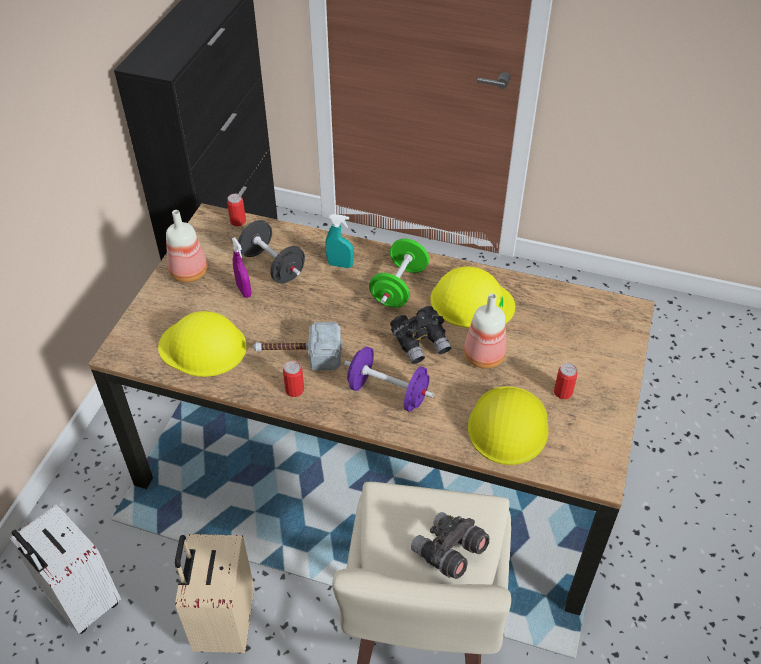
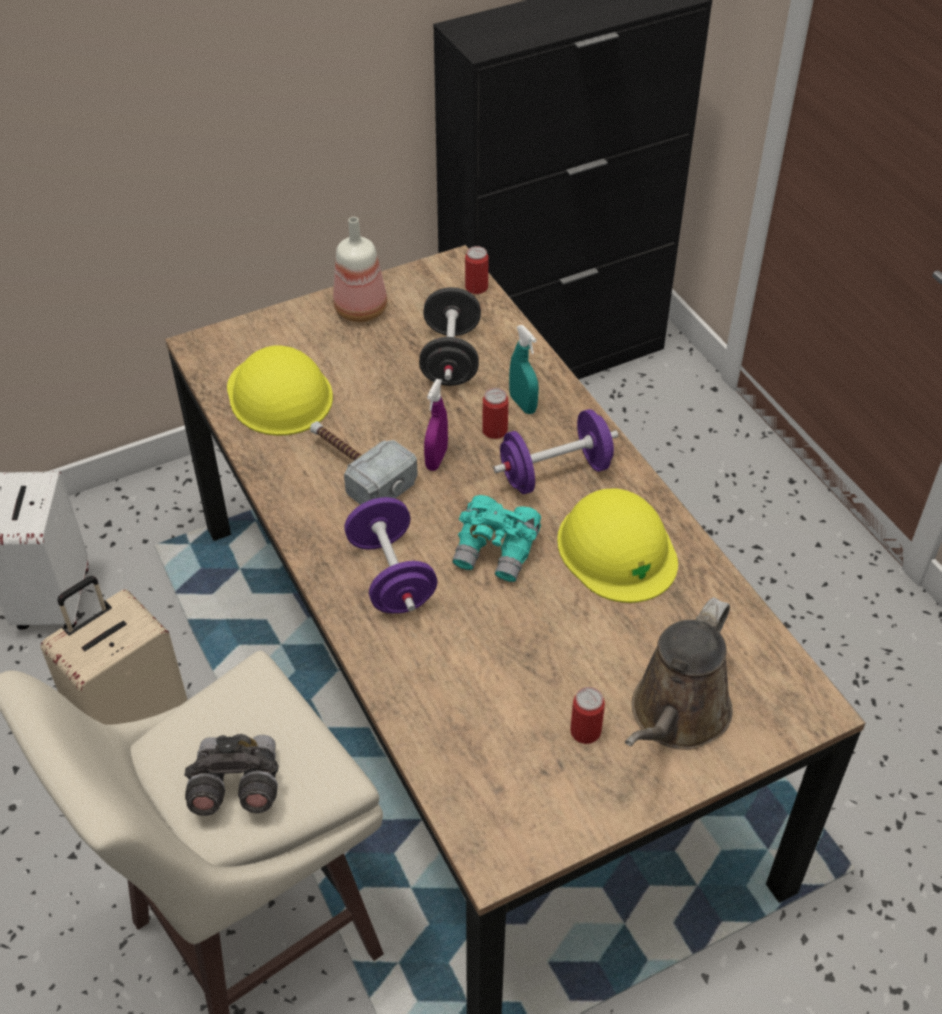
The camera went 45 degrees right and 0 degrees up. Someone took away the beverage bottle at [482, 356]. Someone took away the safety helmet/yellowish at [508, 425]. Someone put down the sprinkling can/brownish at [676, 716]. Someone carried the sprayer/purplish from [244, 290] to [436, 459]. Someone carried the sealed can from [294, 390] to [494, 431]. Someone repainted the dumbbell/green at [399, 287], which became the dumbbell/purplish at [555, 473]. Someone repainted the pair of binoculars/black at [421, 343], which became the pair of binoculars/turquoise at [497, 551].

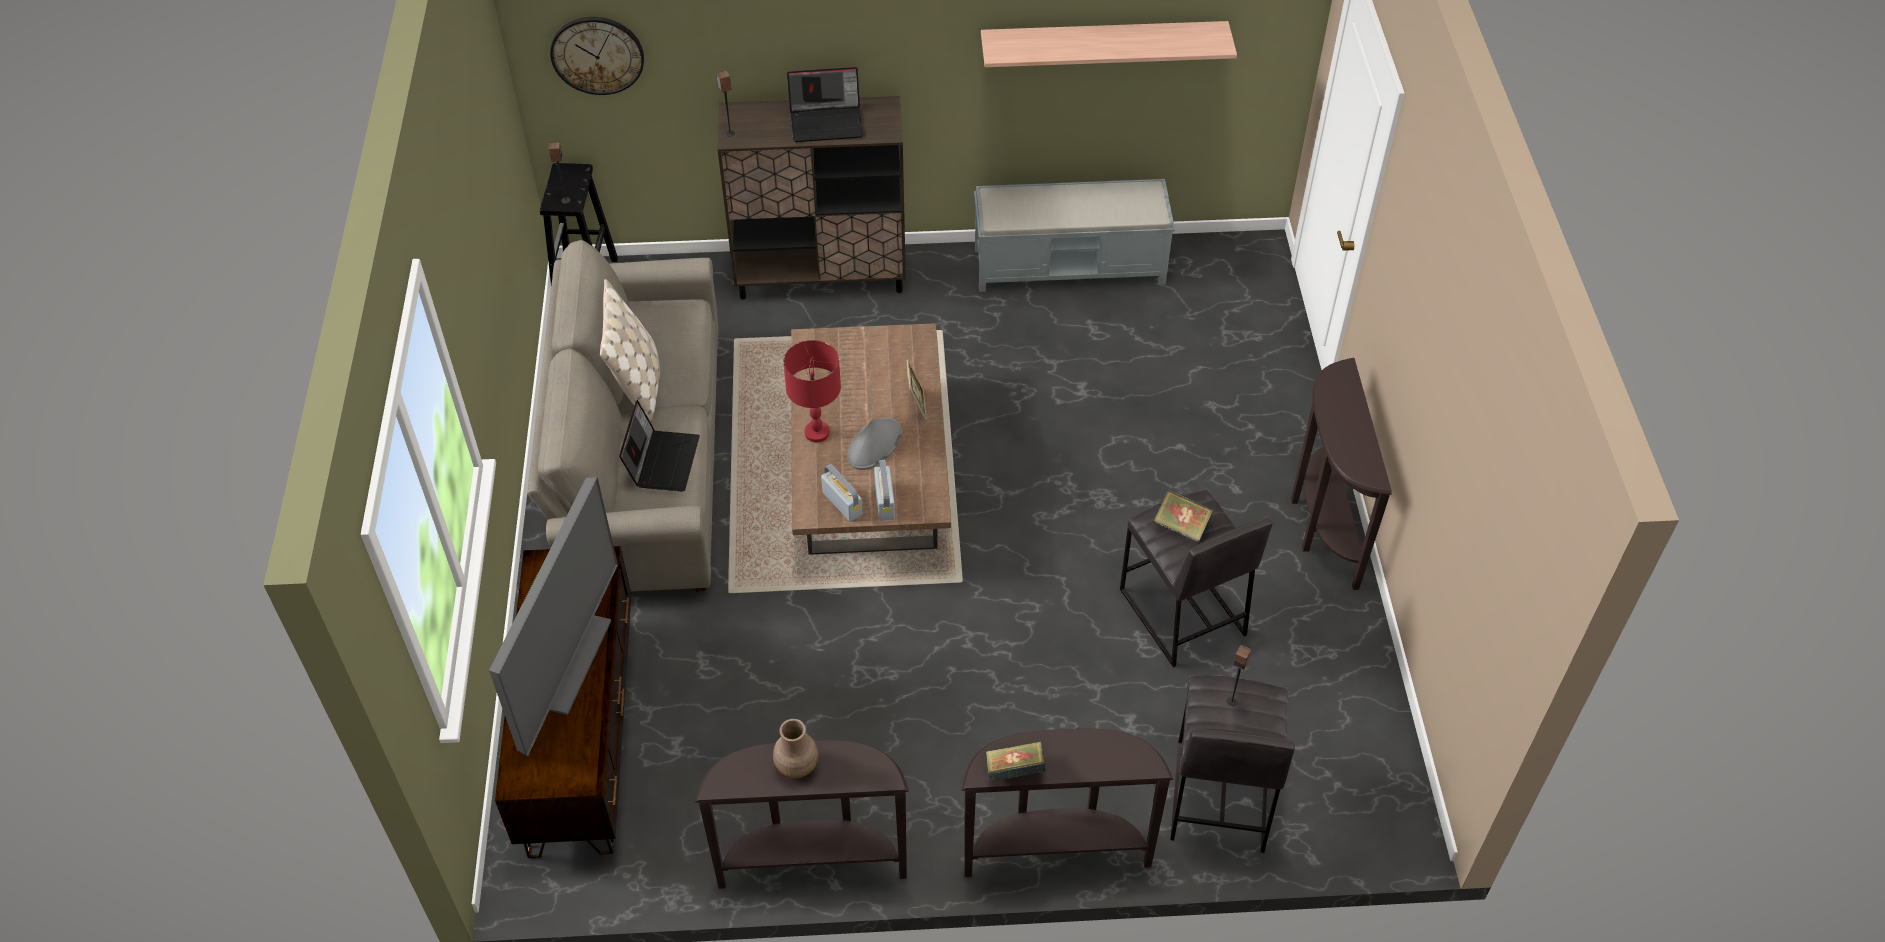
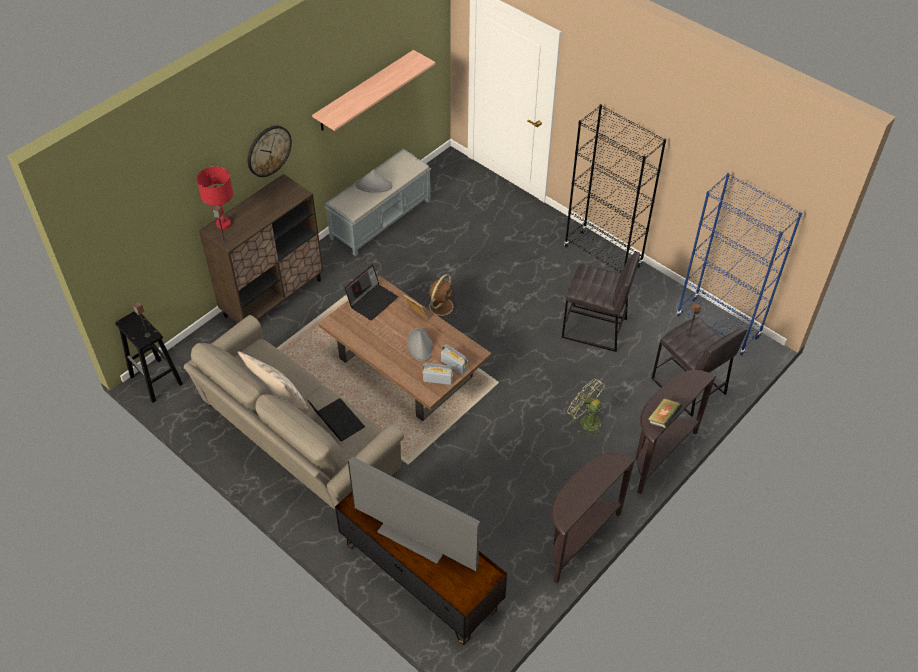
The camera went 45 degrees left and 0 degrees up. Someone took away the decorative vase/brownish at [796, 766]. Someone took away the book at [1181, 526]. Someone put down the wearable hat/greyish at [374, 185]. Someone put down the fan/brownish at [441, 305]. Someone put down the fan/green at [586, 421]. Someone put down the bookshelf/blue-coloured at [718, 326]. Someone carried the wall clock from [597, 55] to [268, 150]. Someone carried the lamp for a table/red-coloured from [817, 432] to [223, 224]. Someone carried the laptop from [827, 122] to [372, 301]. Someone swapped the narrow table/brownish at [1321, 525] for the bookshelf/black at [603, 256]. Someone rotated the television at [564, 659] by 150 degrees clockwise.

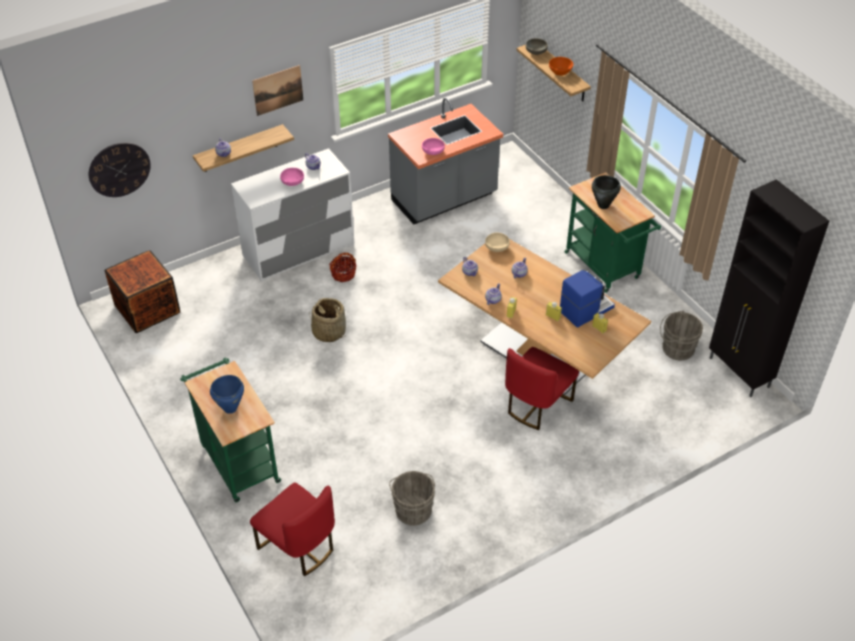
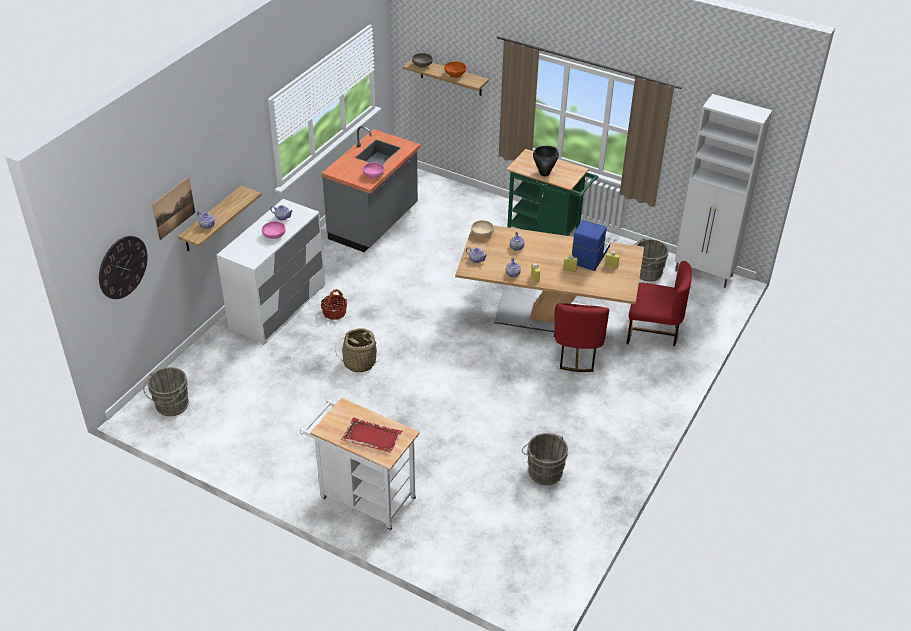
The camera went 30 degrees left and 5 degrees down. Someone carried the upright chair/red-coloured from [298, 547] to [652, 332]. Someone carried the picture from [278, 90] to [173, 208]. Someone swapped the packing crate at [147, 308] for the water bucket/greyish at [171, 406]. Someone swapped the cooking pot/blue-coloured at [230, 408] for the carrying tray/red-coloured at [371, 436]. Someone repainted the cart/green at [237, 460], which became the cart/whitish at [363, 497]. Someone repainted the storage cabinet/black at [739, 373], which became the storage cabinet/whitish at [704, 274].

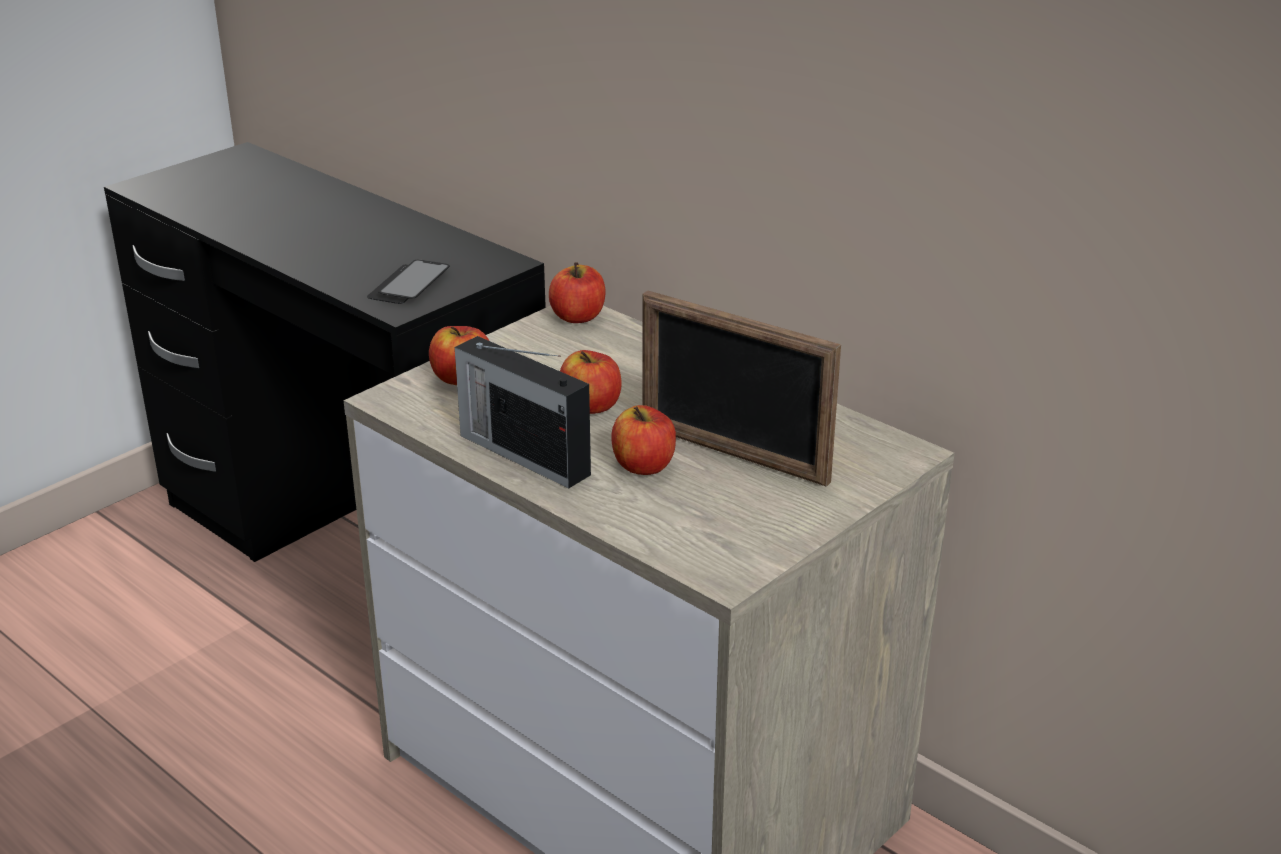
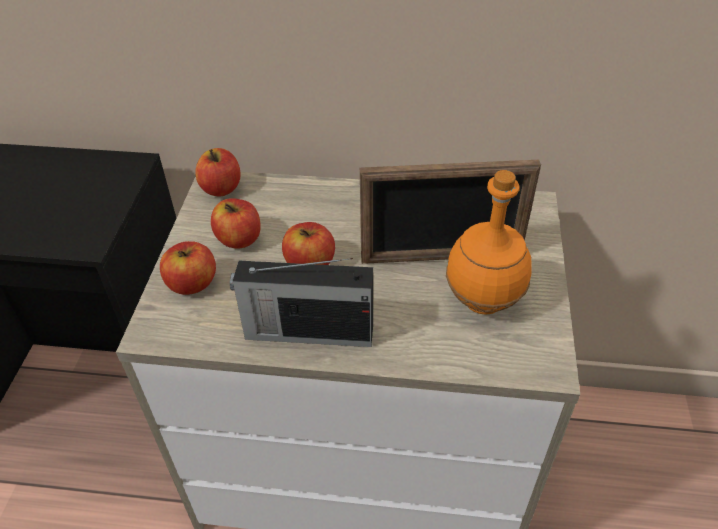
The camera went 35 degrees left and 15 degrees up. Someone took away the handset at [409, 285]. Someone put down the beverage bottle/orange-coloured at [481, 301]. Someone carried the whole apple from [643, 466] to [239, 239].

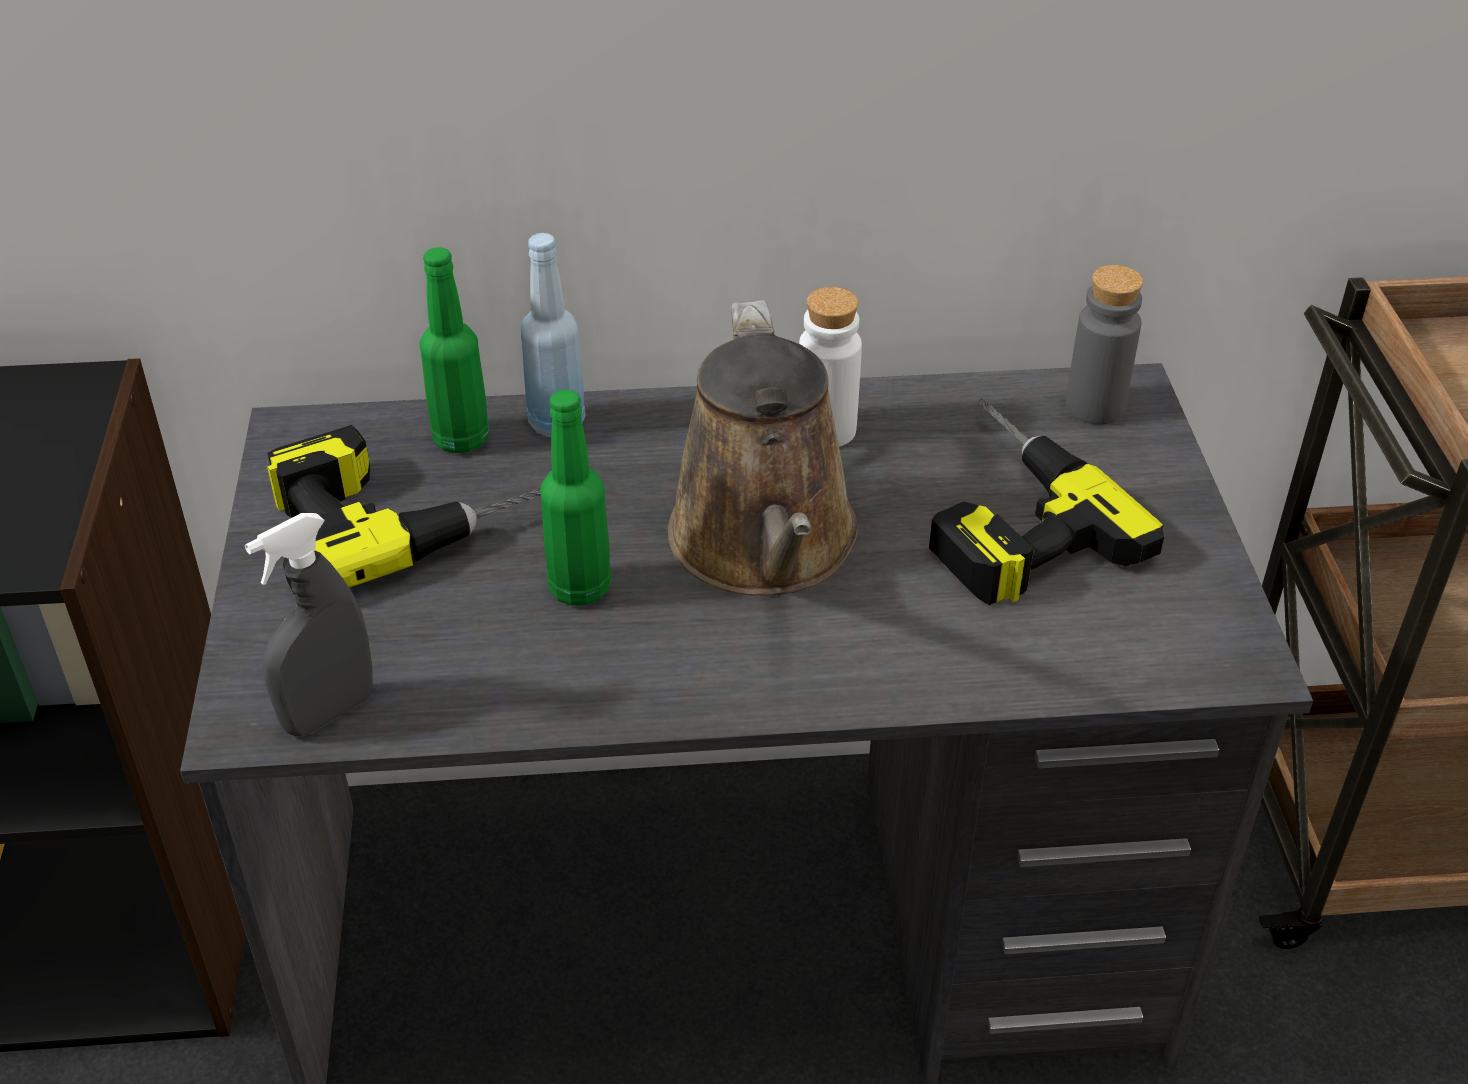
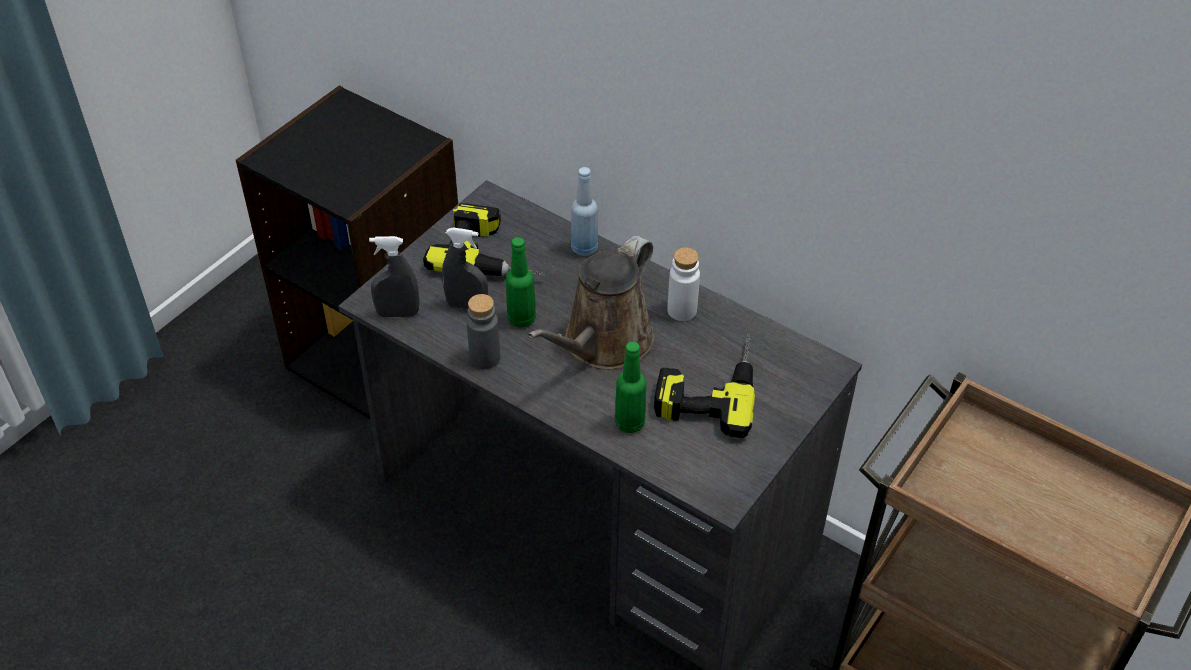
The camera went 40 degrees right and 5 degrees up. Someone put down the sprayer/greyish at [467, 306]. Someone carried the beverage bottle/green from [461, 438] to [629, 423]. Someone carried the beverage bottle/greyish from [1094, 407] to [485, 358].

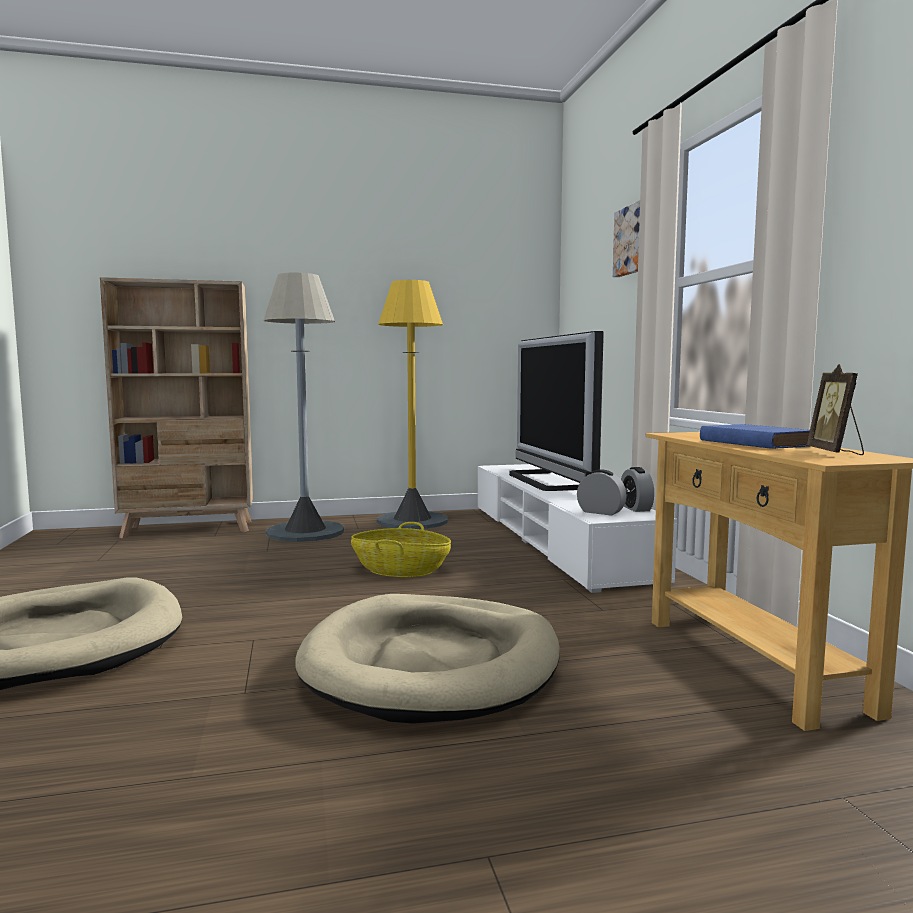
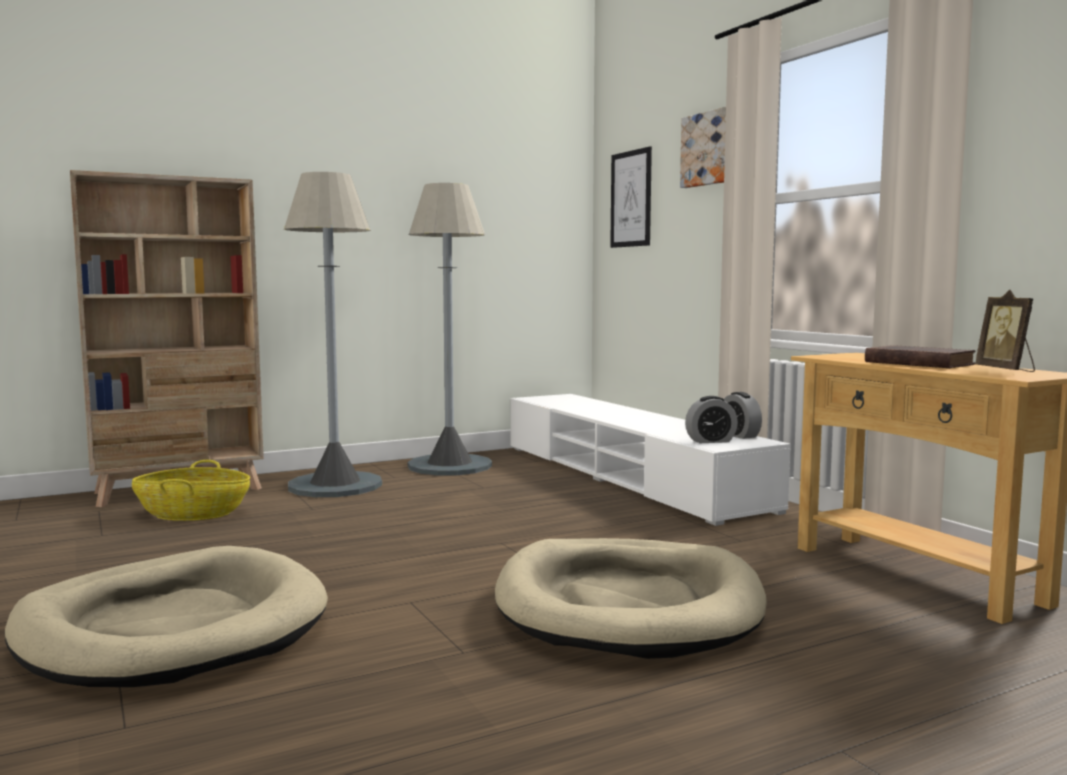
The camera went 15 degrees left and 0 degrees up. Someone took away the television at [546, 481]. Someone put up the picture at [631, 199]. Someone carried the basket from [400, 570] to [192, 514]. Someone repainted the standing lamp/yellowish at [412, 521], which became the standing lamp/greyish at [450, 466]. Someone repainted the book/blue-coloured at [753, 443], which became the book/brownish at [916, 363]. Someone rotated the bedside clock at [600, 512] by 150 degrees clockwise.

